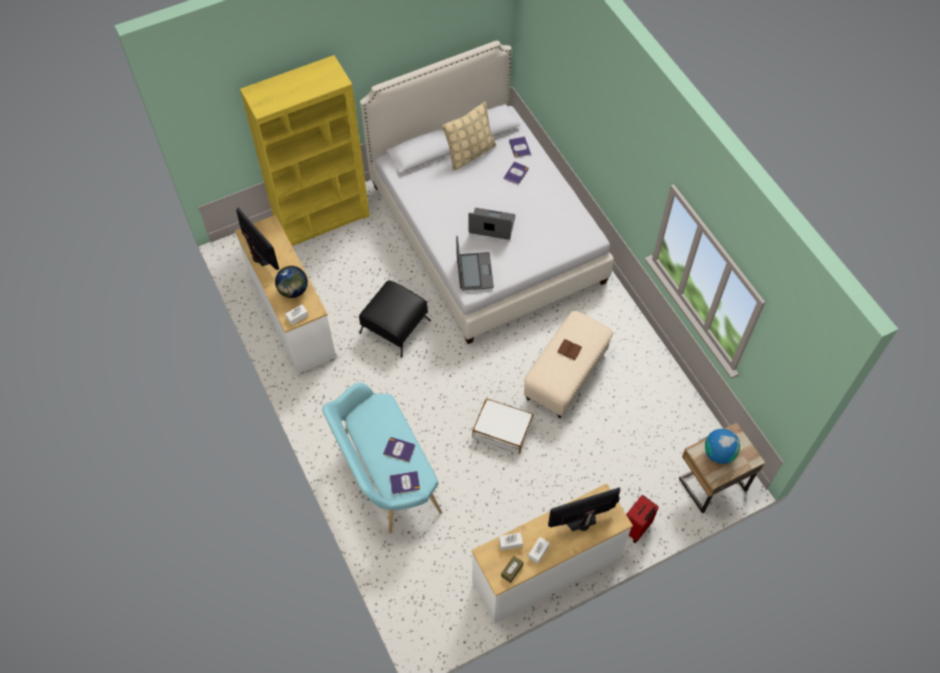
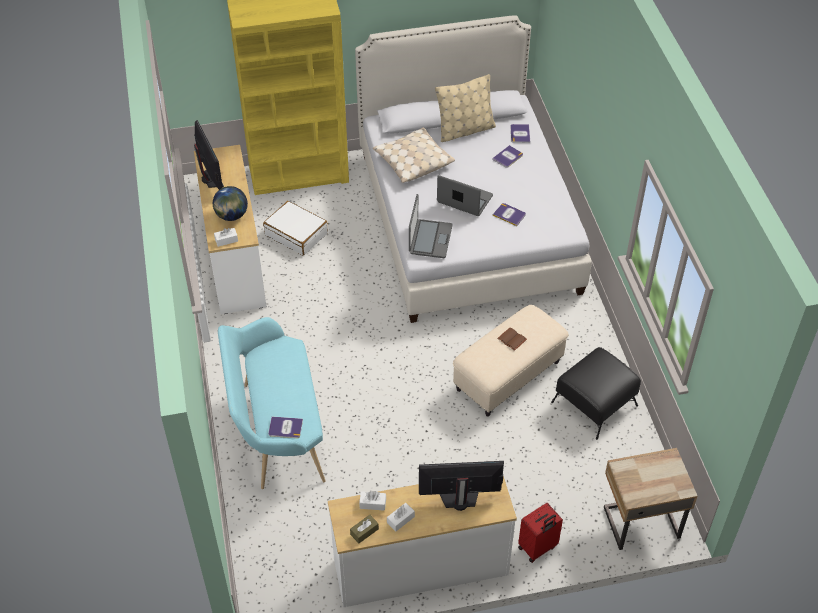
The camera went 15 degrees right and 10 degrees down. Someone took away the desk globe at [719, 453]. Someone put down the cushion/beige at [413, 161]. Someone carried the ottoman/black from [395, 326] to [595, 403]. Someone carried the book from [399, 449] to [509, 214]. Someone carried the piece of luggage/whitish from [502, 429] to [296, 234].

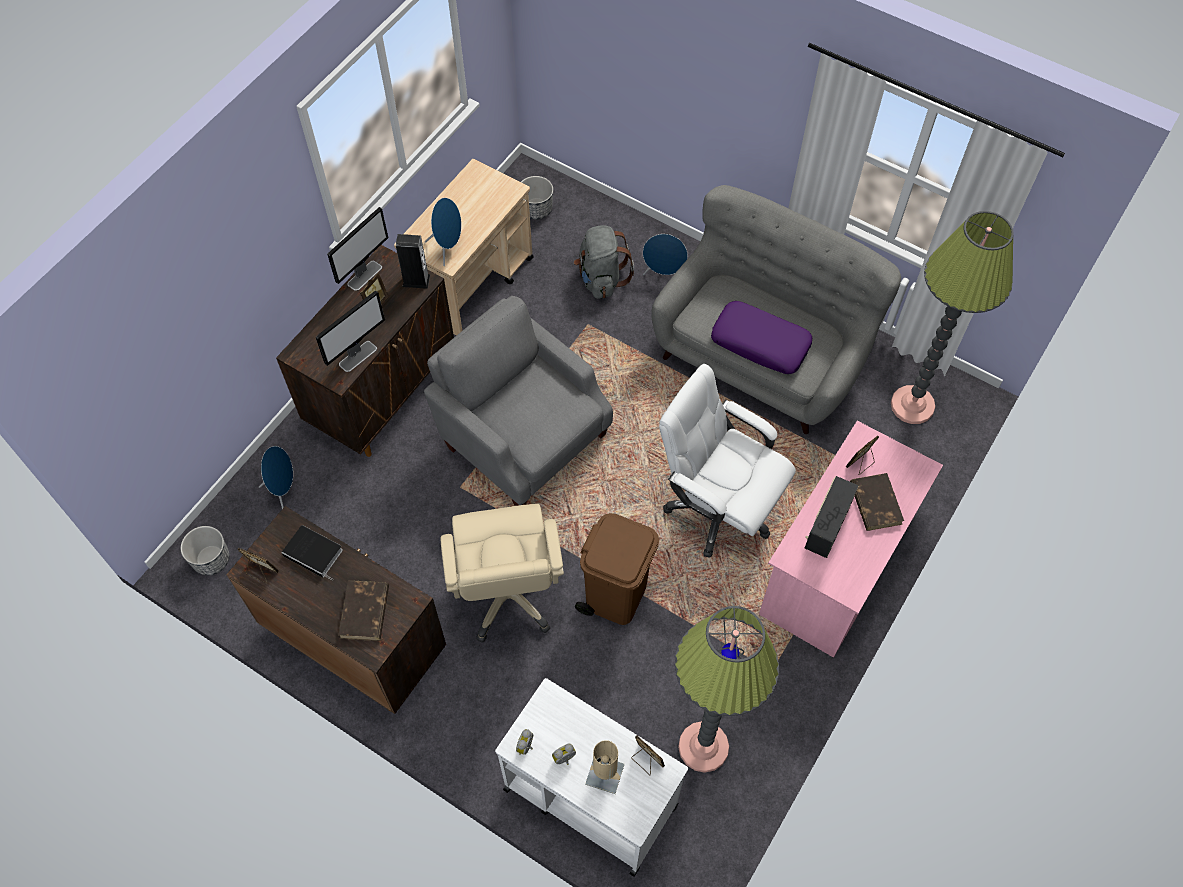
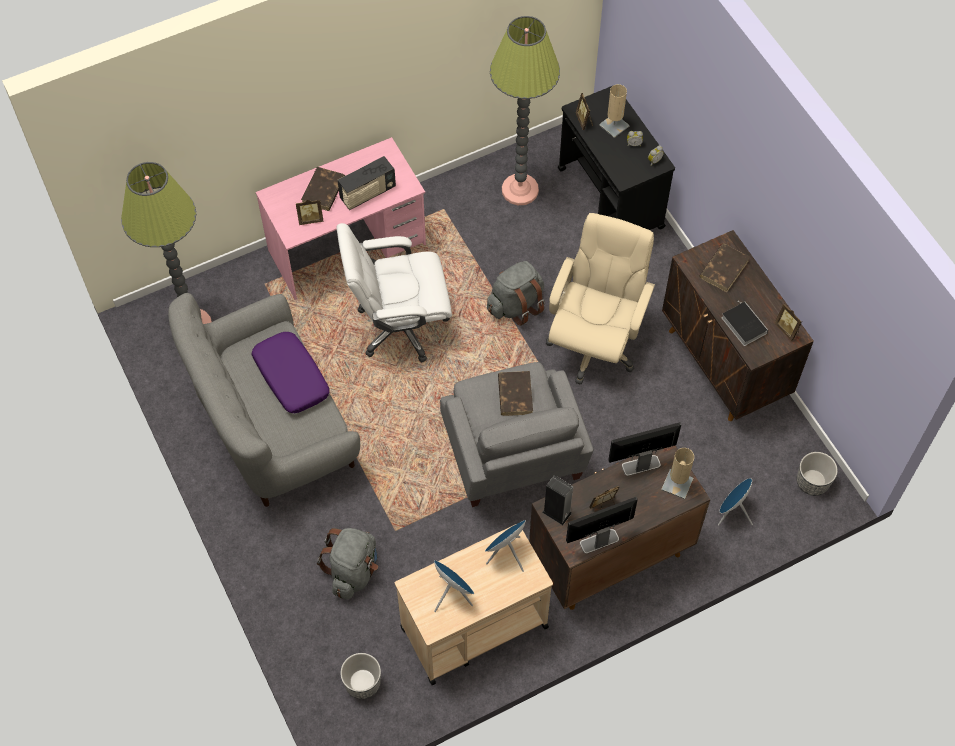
The camera went 150 degrees left and 0 degrees up. Someone put down the book/brownish at [515, 394]. Someone put down the lamp for a table/beige at [677, 484]. Someone carried the loudspeaker/blue-coloured from [664, 275] to [452, 594]. Someone swapped the rubbish bin/brownish at [616, 594] for the rucksack/greyish at [516, 305]. Someone repainted the cart/whitish at [589, 796], which became the cart/black at [611, 199]. Someone rotated the desk chair/whitish at [717, 508] by 105 degrees clockwise.

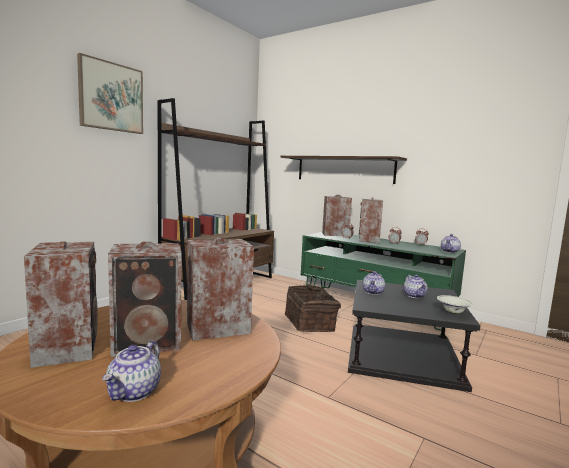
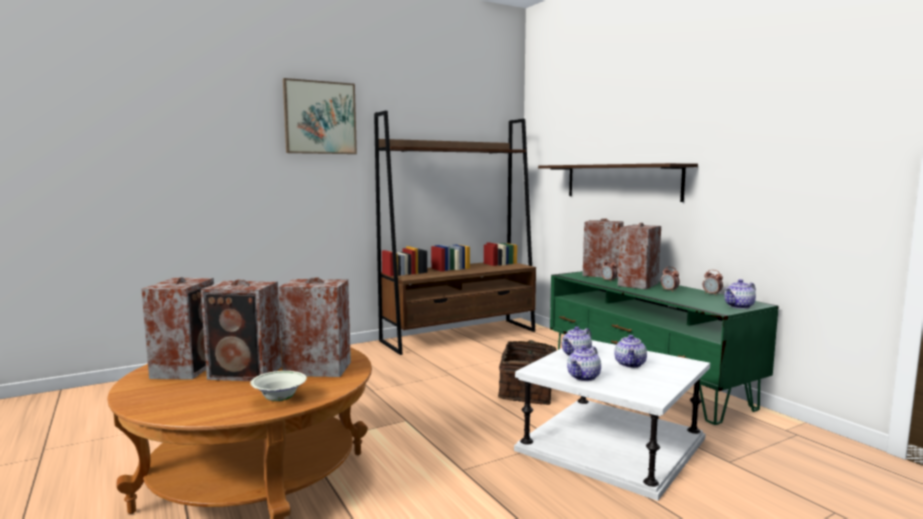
The camera went 25 degrees right and 0 degrees up. Someone carried the tea pot from [134, 392] to [584, 377]. Someone carried the serving bowl/whitish from [453, 312] to [279, 399]. Someone repainted the accent table/black at [402, 355], which became the accent table/whitish at [612, 444].

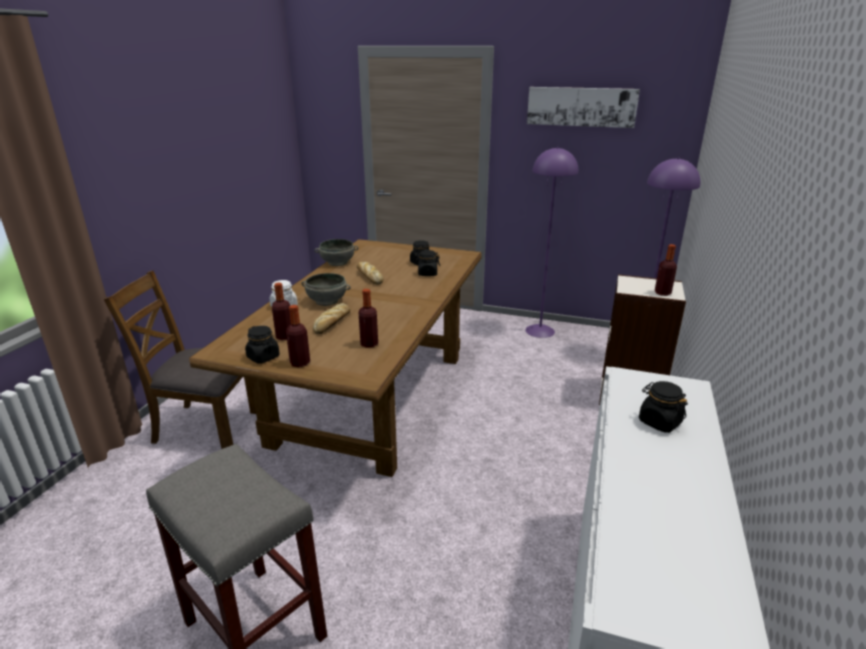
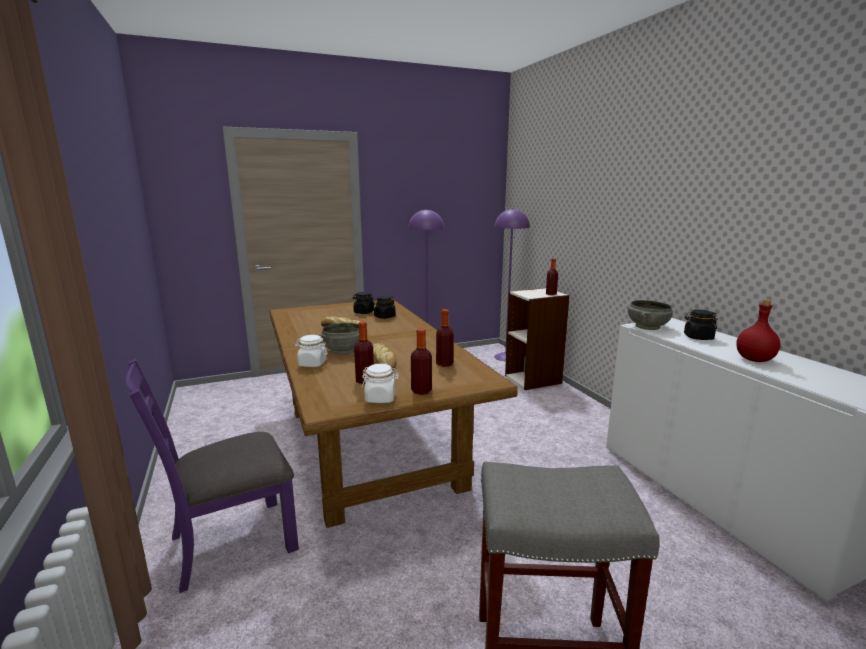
The camera went 40 degrees left and 10 degrees down. Someone took away the picture at [581, 106]. Someone put down the beverage bottle/red-coloured at [755, 360]. Someone carried the serving bowl/greyish from [337, 262] to [647, 326]. Someone repainted the upright chair/brownish at [206, 426], which became the upright chair/purplish at [232, 542]. Someone repainted the jar/black at [263, 357], which became the jar/whitish at [380, 398].

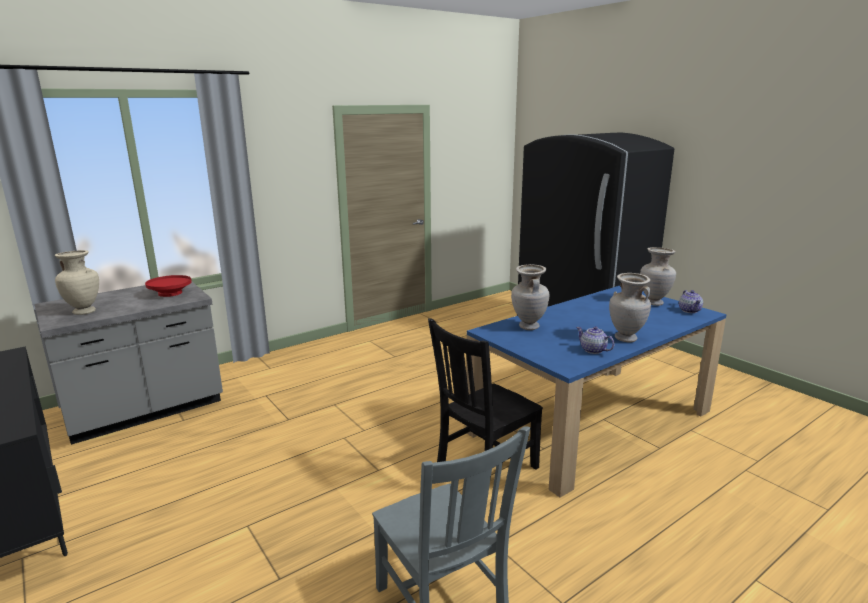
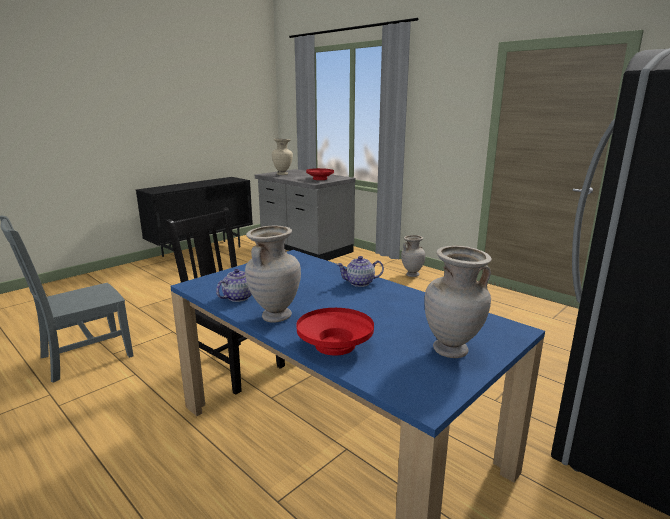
The camera went 80 degrees right and 0 degrees up. Someone put down the serving bowl/red-coloured at [335, 345]. Someone carried the decorative vase/beige from [528, 327] to [412, 275]. Someone carried the tea pot from [689, 310] to [360, 283].

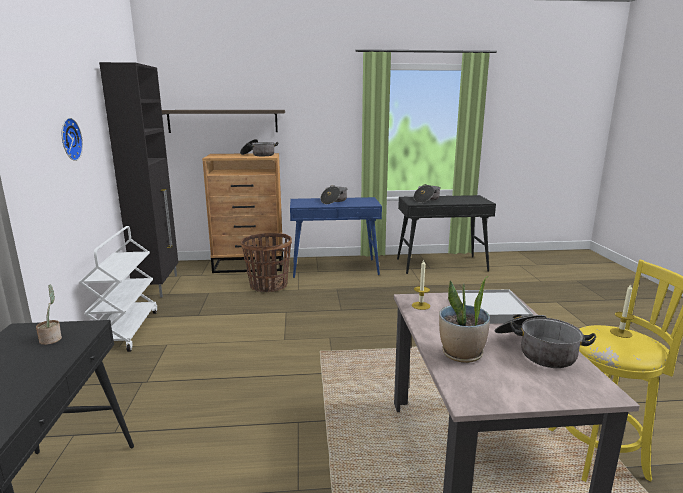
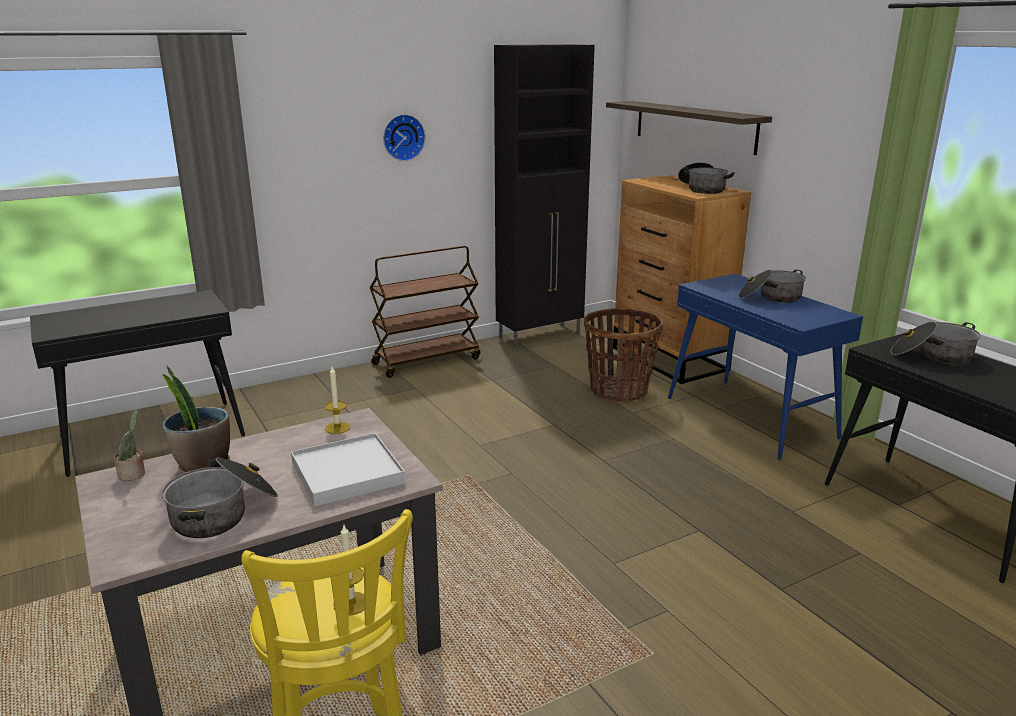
The camera went 65 degrees right and 5 degrees up. Someone carried the plant in a pot from [52, 339] to [133, 474]. Someone repainted the cart/whitish at [126, 330], which became the cart/brownish at [427, 361].

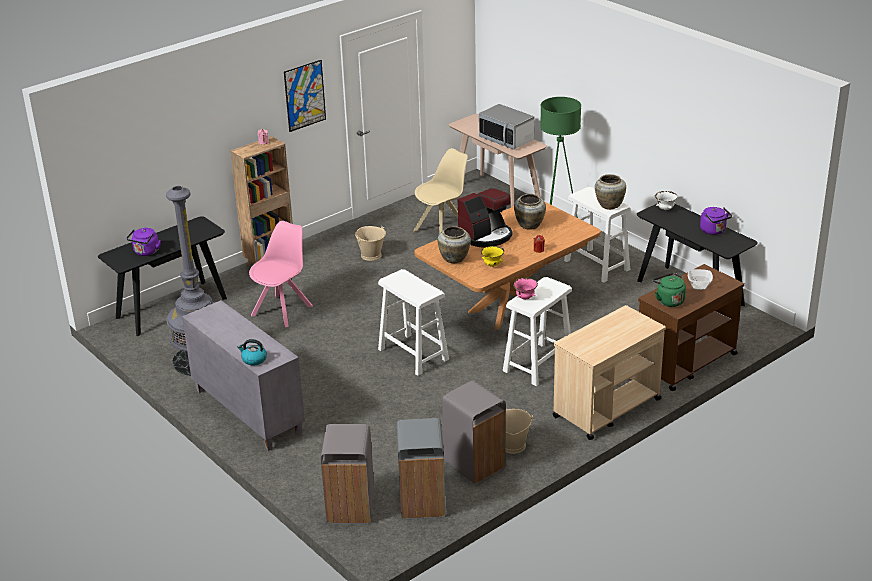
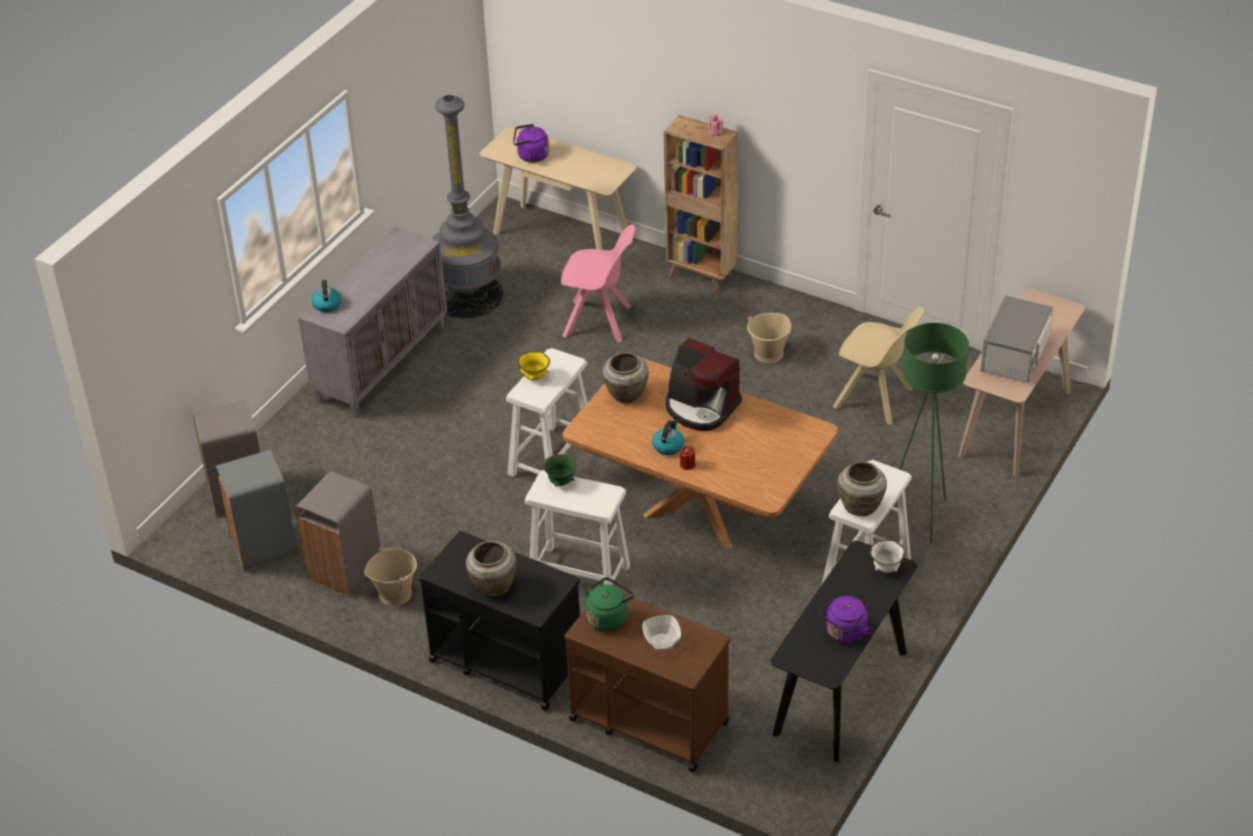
The camera went 70 degrees right and 10 degrees up. Someone took away the picture at [304, 95]. Someone put down the water kettle at [668, 446]. Someone carried the serving bowl/yellowish from [492, 265] to [534, 378]. Someone carried the decorative vase/beige from [529, 225] to [492, 586]. Someone repainted the narrow table/black at [171, 307], which became the narrow table/beige at [562, 236]. Someone repainted the serving bowl/pink-coloured at [525, 298], which became the serving bowl/green at [561, 482]. Someone repainted the cart/beige at [606, 408], which became the cart/black at [505, 661].

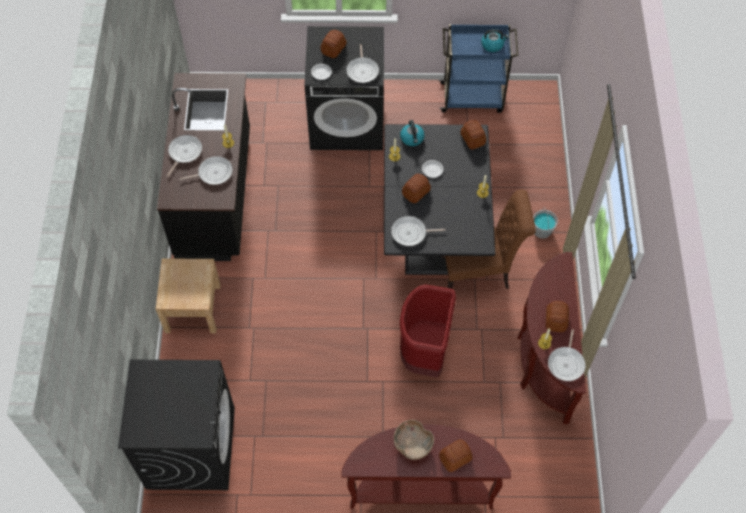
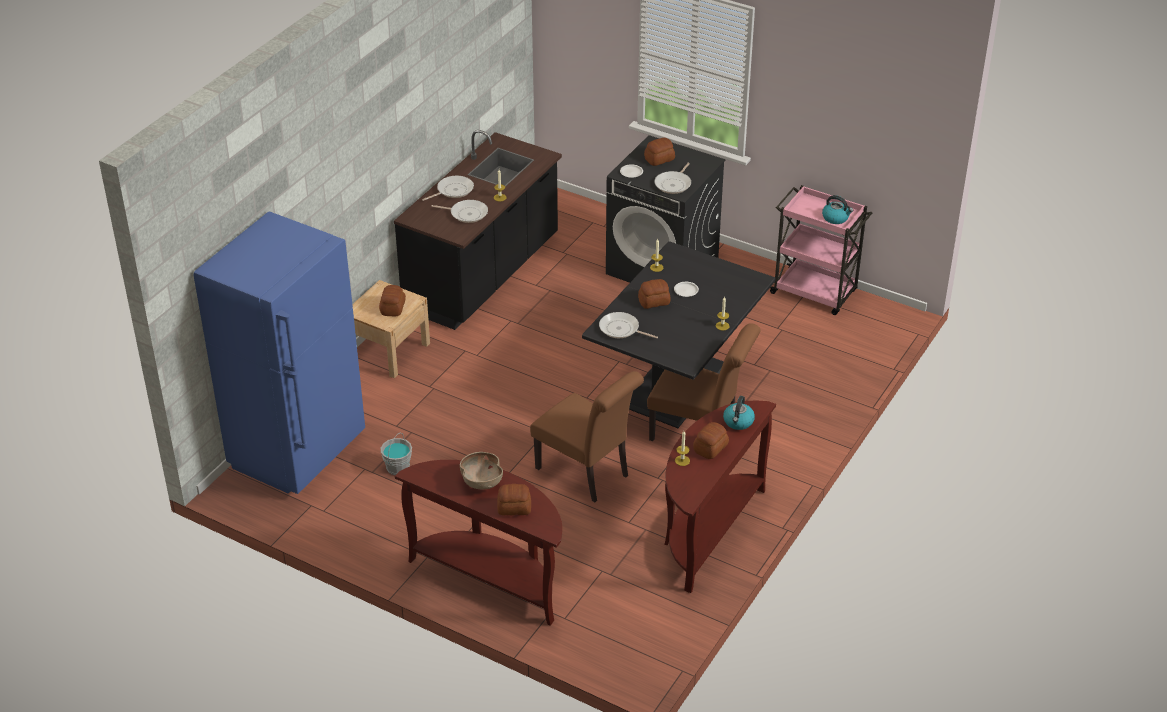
The camera went 30 degrees right and 20 degrees down. Someone took away the pan at [566, 363]. Someone carried the water kettle from [412, 138] to [738, 422]. Someone carried the bread from [472, 139] to [392, 308]. Someone carried the water bucket/greyish from [542, 231] to [398, 467]. Someone swapped the laundry machine/black at [190, 447] for the fridge/blue-coloured at [298, 452]. Someone swapped the rubbish bin/red-coloured at [424, 352] for the upright chair/brownish at [587, 474]. Someone repainted the cart/blue-coloured at [473, 97], which became the cart/pink-coloured at [815, 293].

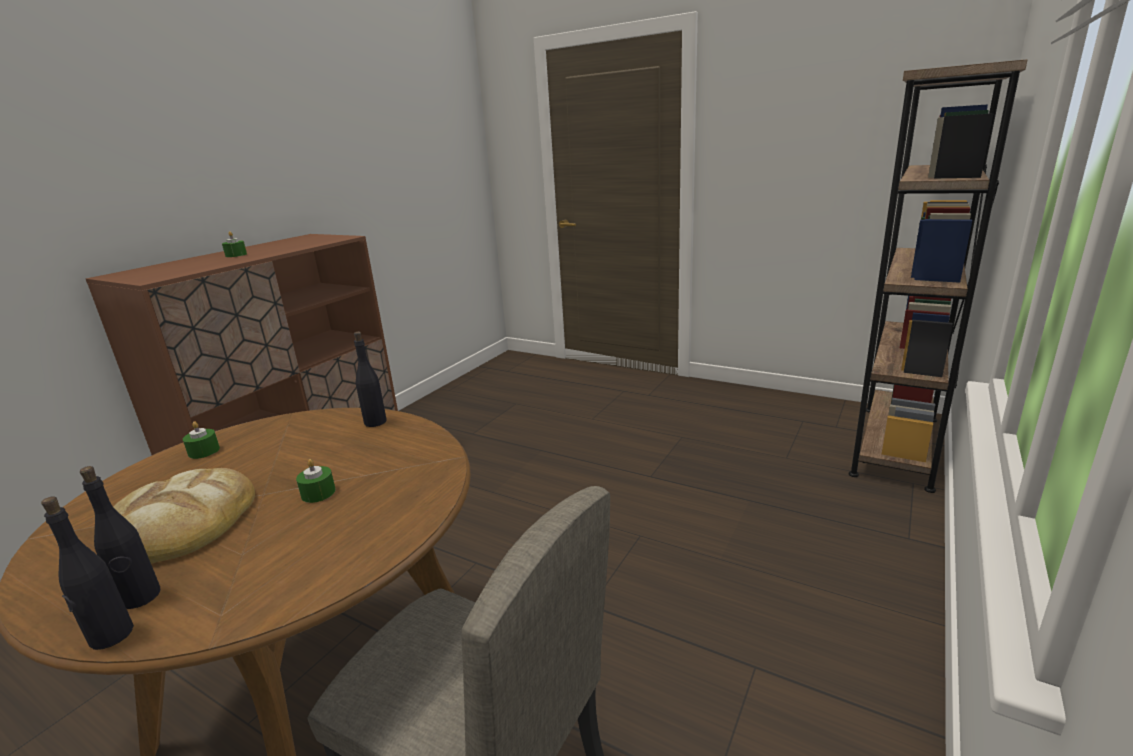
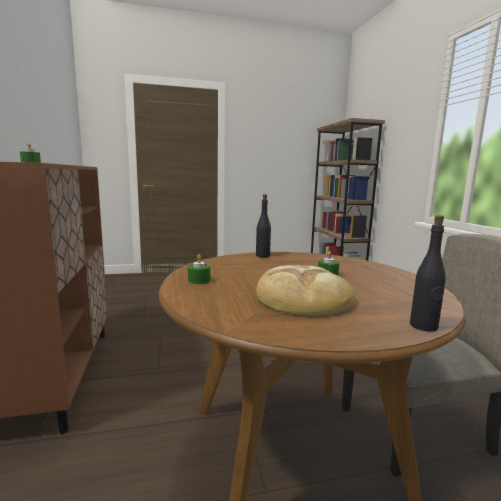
The camera went 45 degrees left and 10 degrees down. Someone took away the beverage bottle/black at [140, 597].

